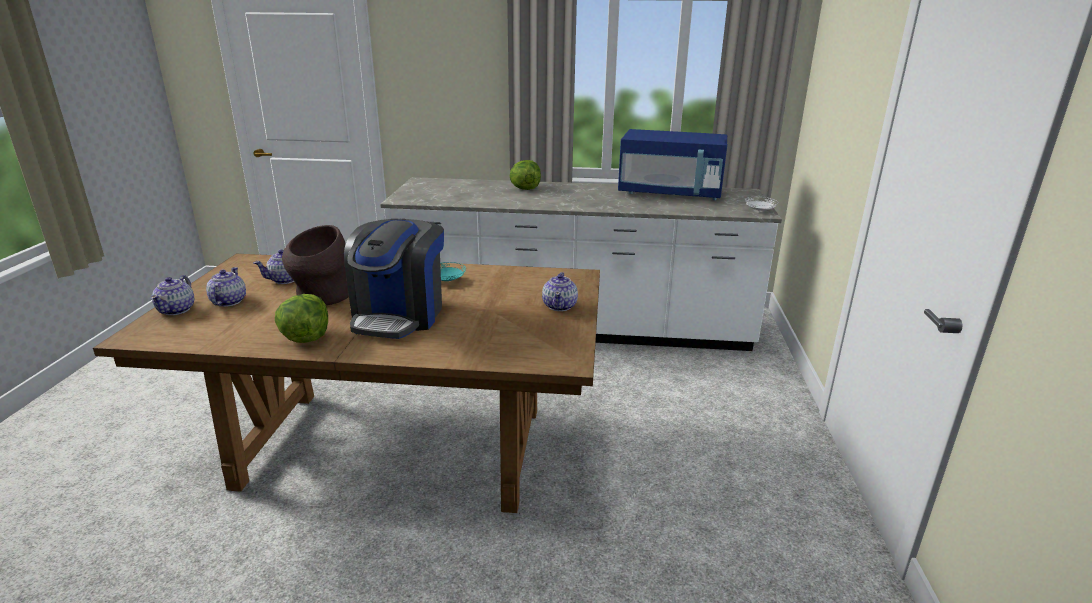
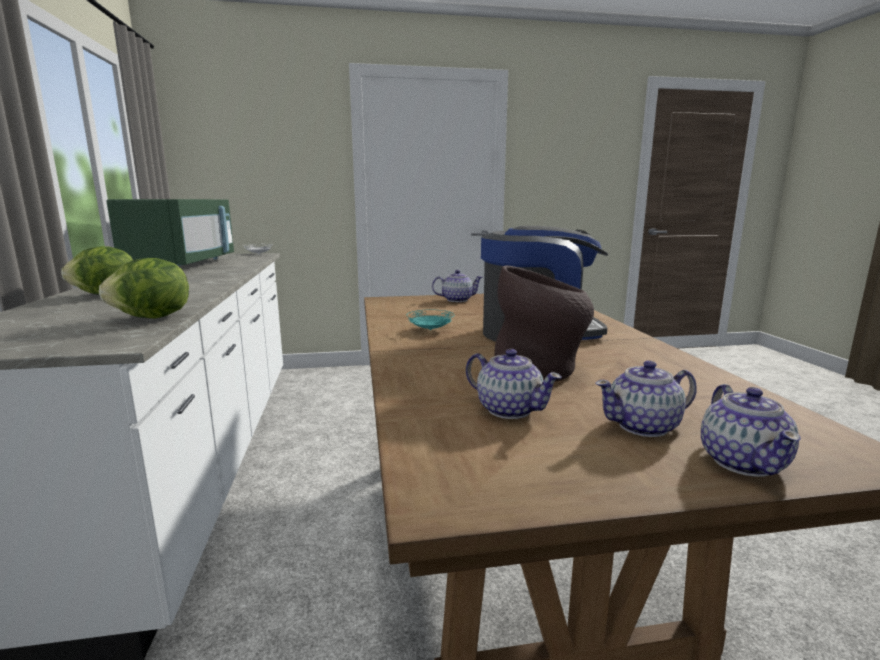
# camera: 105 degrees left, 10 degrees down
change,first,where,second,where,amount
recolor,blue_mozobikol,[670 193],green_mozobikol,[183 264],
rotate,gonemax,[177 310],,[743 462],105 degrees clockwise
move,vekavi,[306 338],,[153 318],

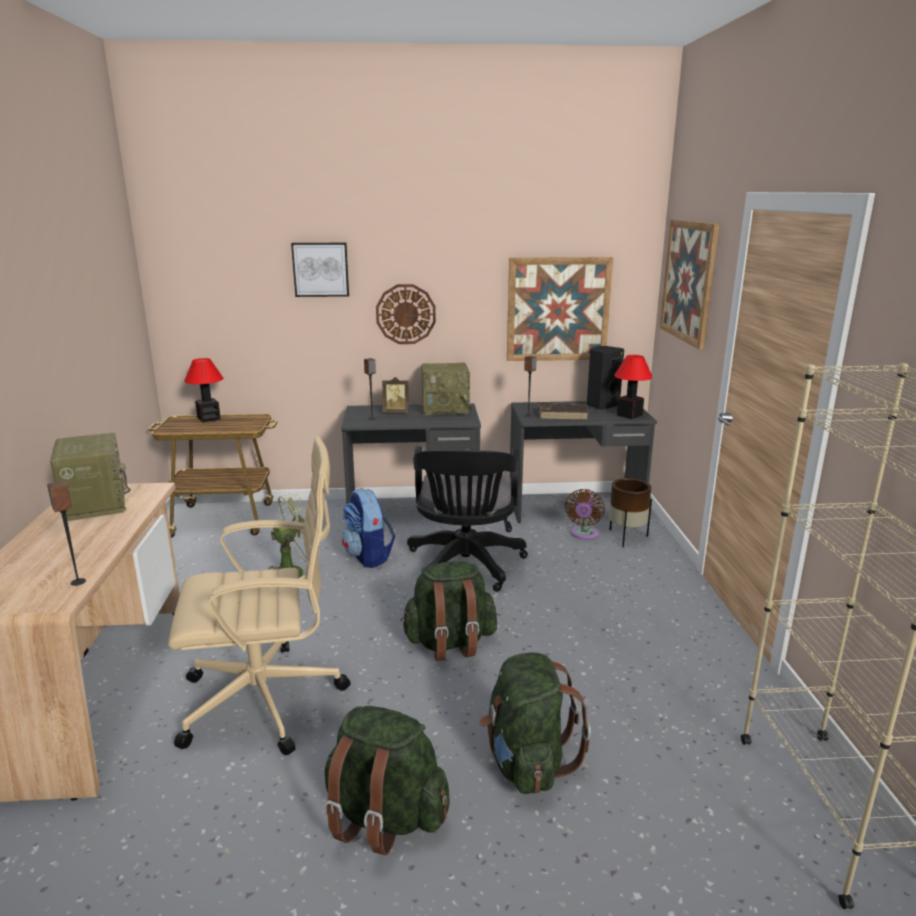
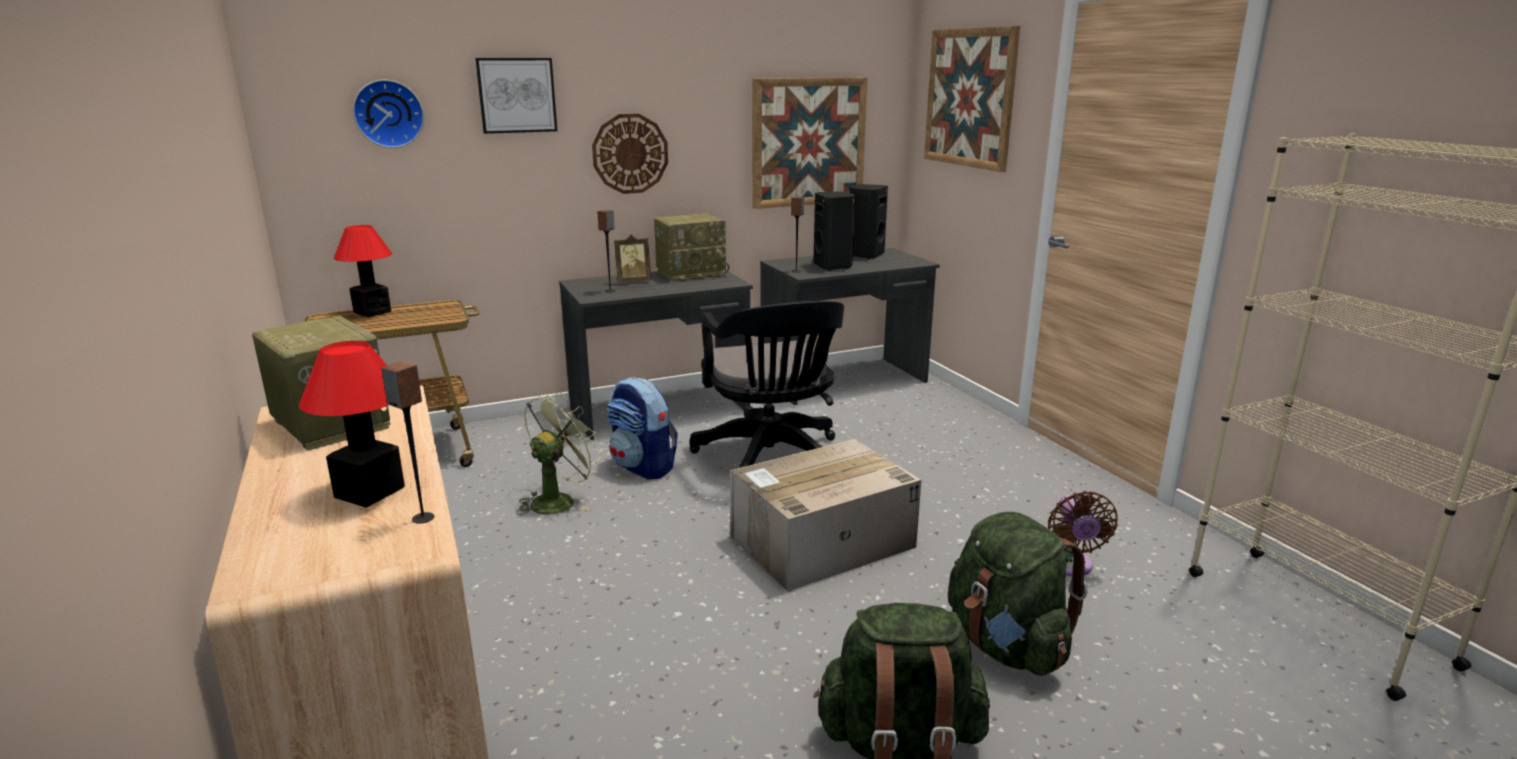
# camera: 20 degrees left, 0 degrees up
change,first,where,second,where,amount
move,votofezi,[630 415],,[371 492],
replace,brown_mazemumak,[563 414],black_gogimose,[833 266],
delete,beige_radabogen,[267 699],,,
delete,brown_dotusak,[626 537],,,
move,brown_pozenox,[583 534],,[1068 566],
replace,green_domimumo,[450 643],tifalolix,[820 543],
insert,,,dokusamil,[388 113],

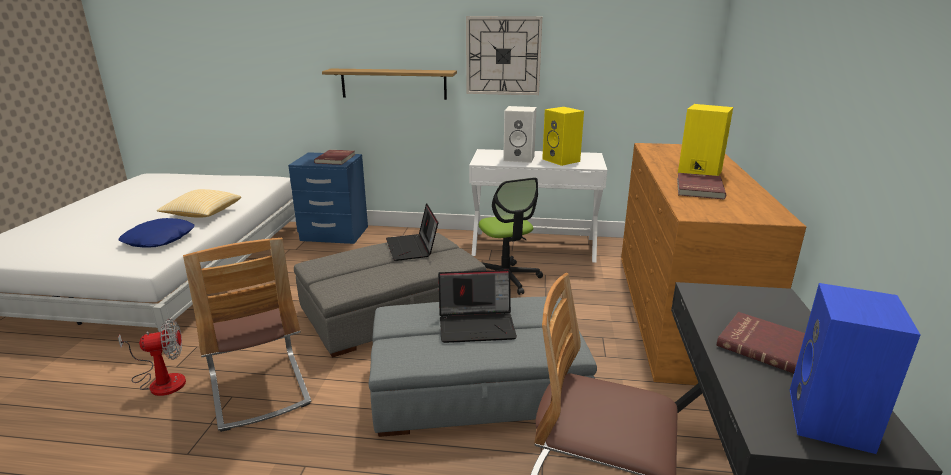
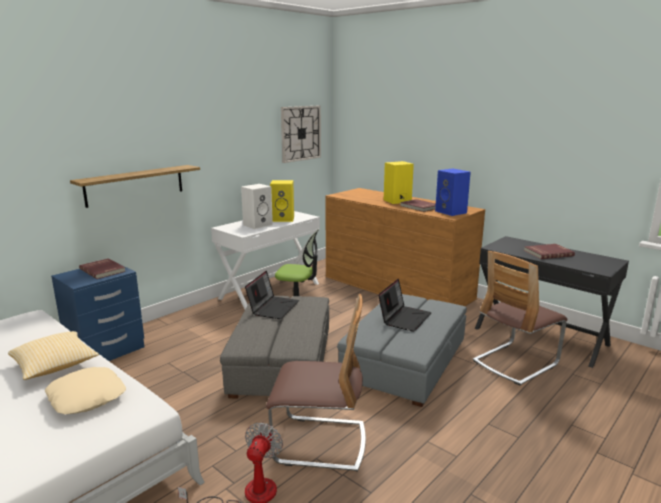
# camera: 55 degrees left, 5 degrees down
change,first,where,second,where,amount
move,dokusamil,[503 56],,[301 133],
rotate,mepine,[412 248],,[273 307],90 degrees counterclockwise
recolor,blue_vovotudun,[160 239],beige_vovotudun,[87 397],
move,blue_gogimose,[832 421],,[451 212],

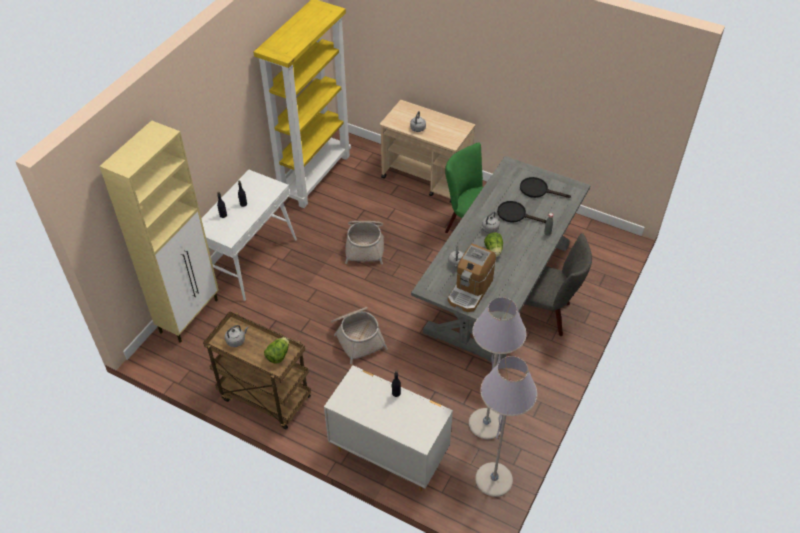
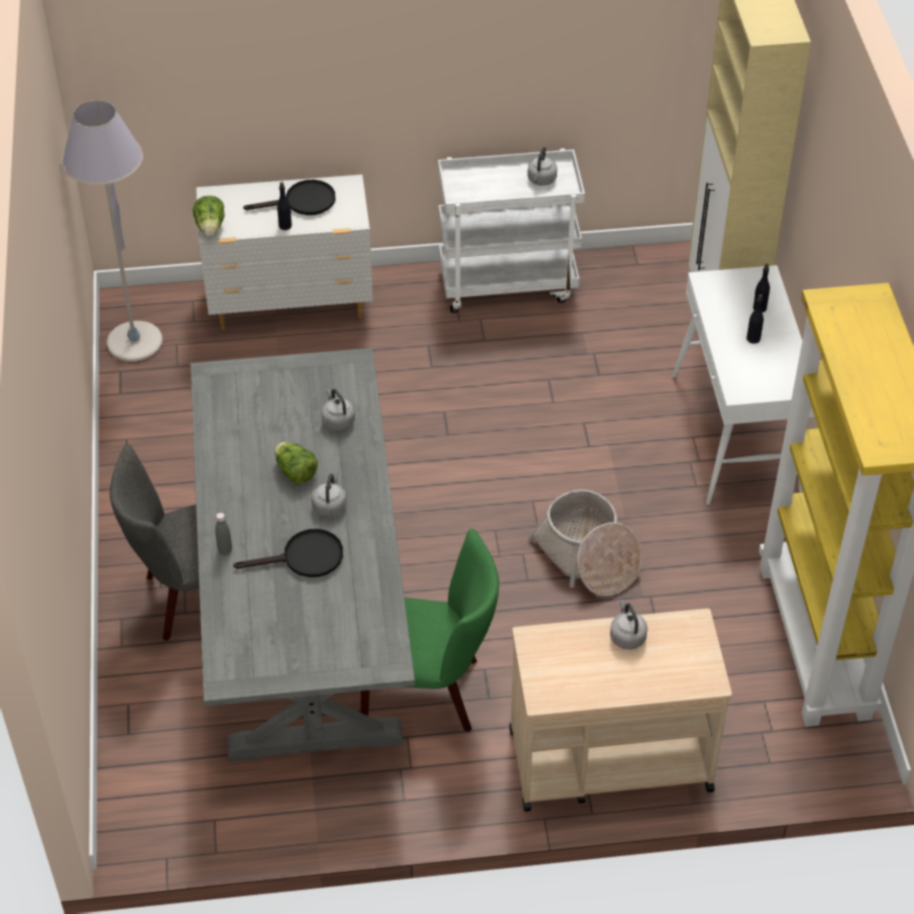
# camera: 145 degrees right, 0 degrees up
change,first,where,second,where,amount
move,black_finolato,[537 190],,[303 202],
delete,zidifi,[470 290],,,
delete,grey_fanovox,[486 424],,,
delete,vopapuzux,[357 337],,,
recolor,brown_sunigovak,[264 398],white_sunigovak,[508 283],
move,vekavi,[278 355],,[210 227],

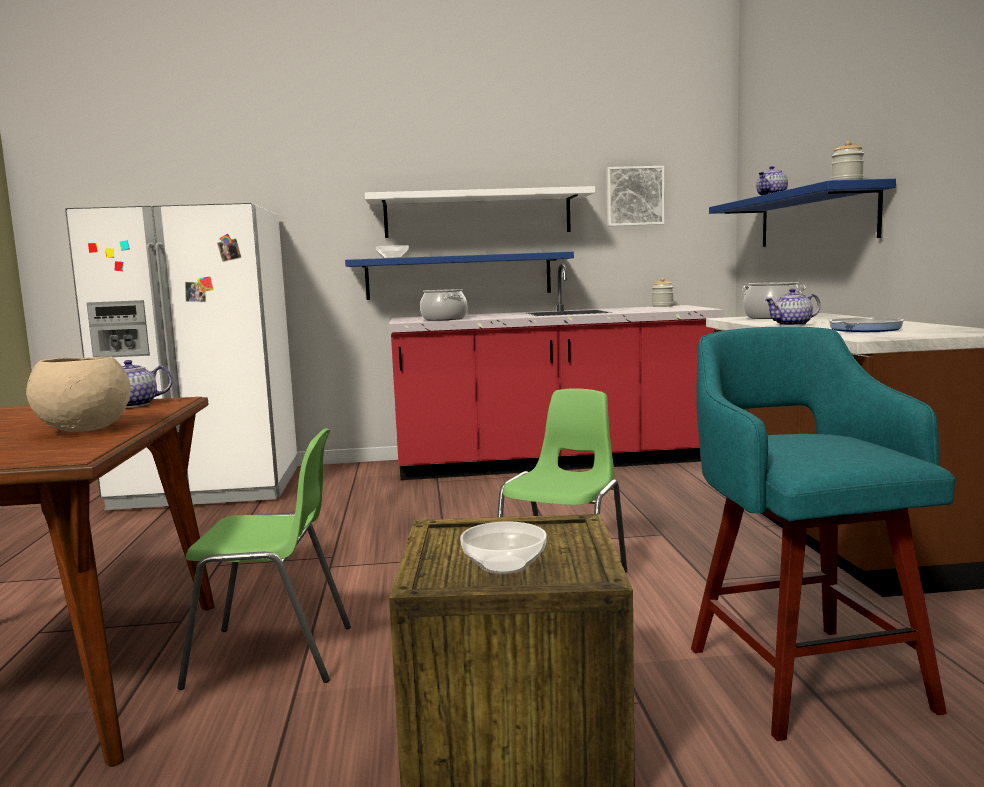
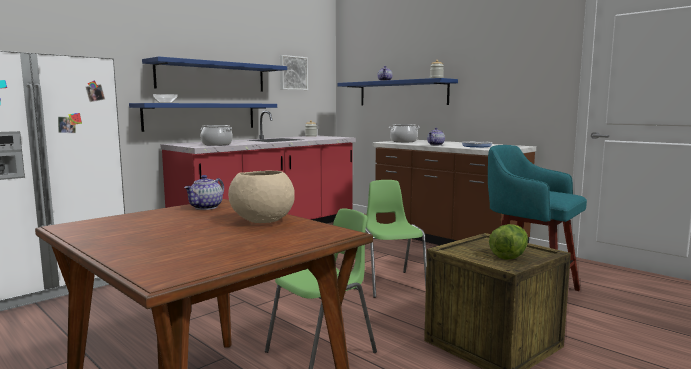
# camera: 40 degrees left, 0 degrees up
change,first,where,second,where,amount
recolor,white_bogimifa,[478 214],blue_bogimifa,[212 77],
replace,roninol,[503 565],vekavi,[509 256],

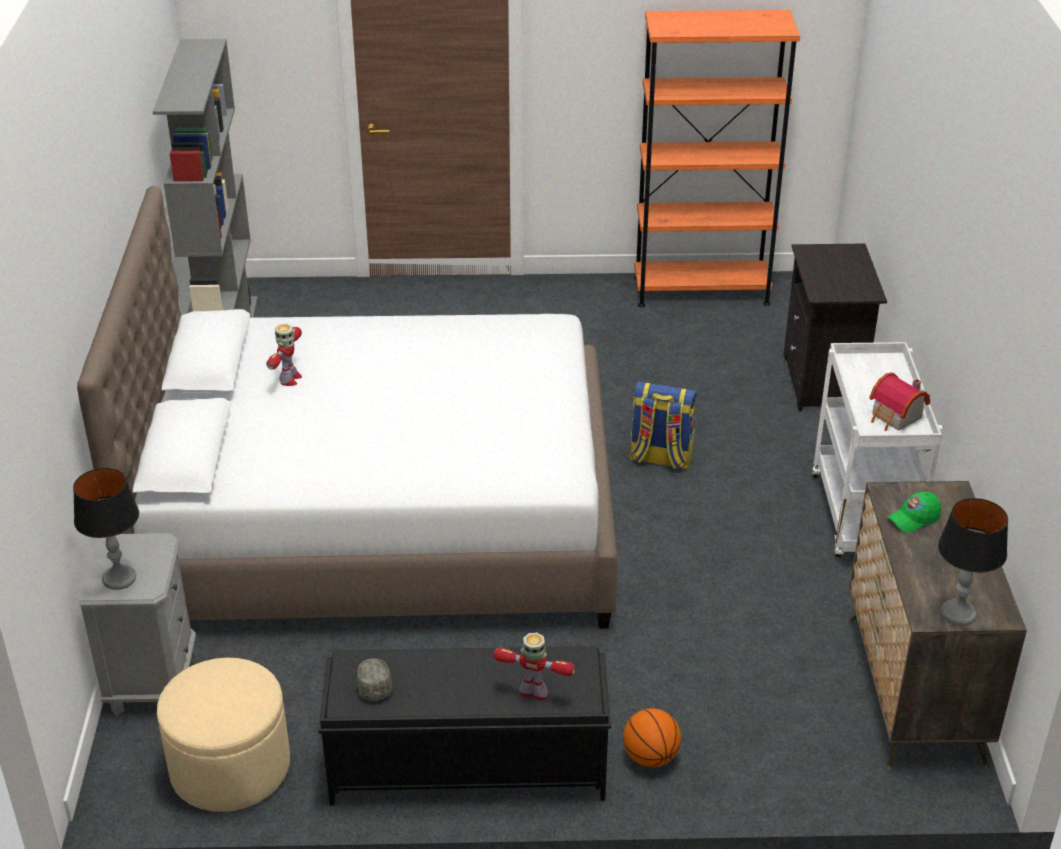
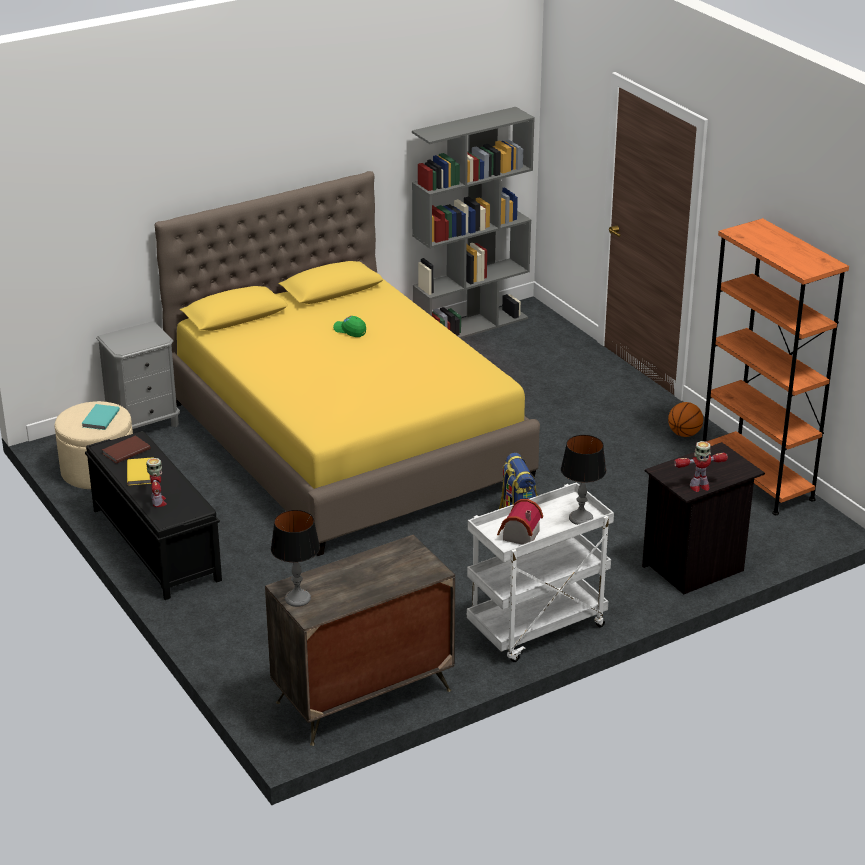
# camera: 60 degrees right, 5 degrees down
change,first,where,second,where,amount
recolor,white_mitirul,[379 517],yellow_mitirul,[347 441],
move,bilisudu,[289 379],,[699 487],
move,votofezi,[119 578],,[580 518],
move,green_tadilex,[913 519],,[350 331],
replace,grey_tadilex,[373 684],brown_mazemumak,[125 451],
move,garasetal,[650 757],,[684 434],
insert,,,turquoise_mazemumak,[99 419],
insert,,,yellow_mazemumak,[142 472],

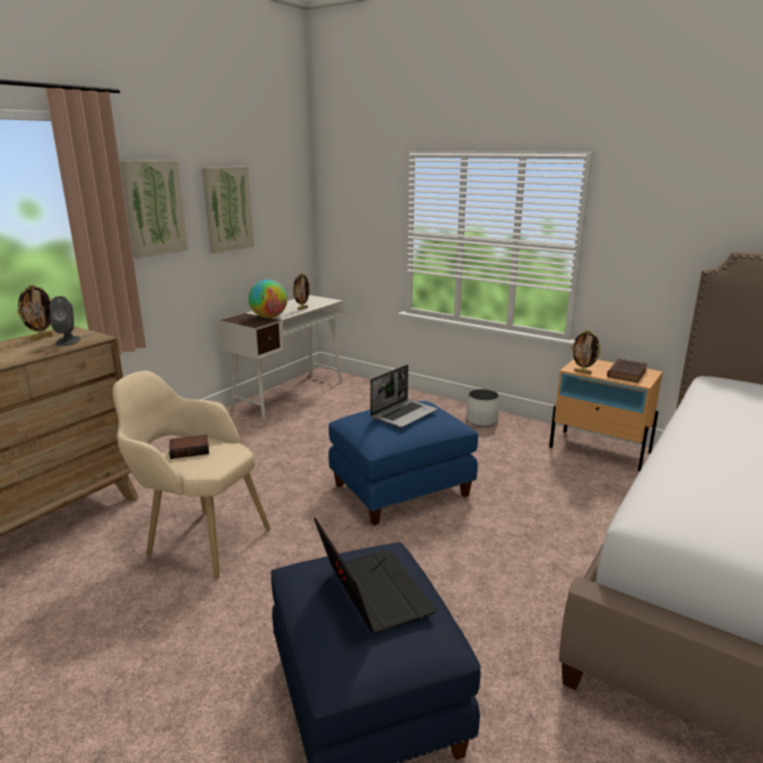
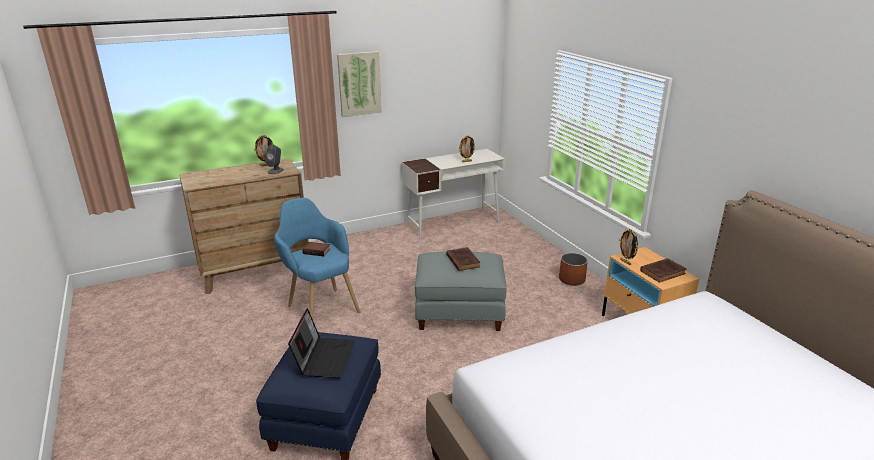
# camera: 30 degrees right, 5 degrees up
change,first,where,second,where,amount
delete,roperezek,[227 209],,,
delete,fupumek,[269 317],,,
replace,mepine,[403 414],brown_mazemumak,[462 260],
recolor,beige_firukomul,[197 538],blue_firukomul,[319 305],
recolor,white_dotusak,[482 421],brown_dotusak,[572 280],
recolor,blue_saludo,[401 489],grey_saludo,[459 312],

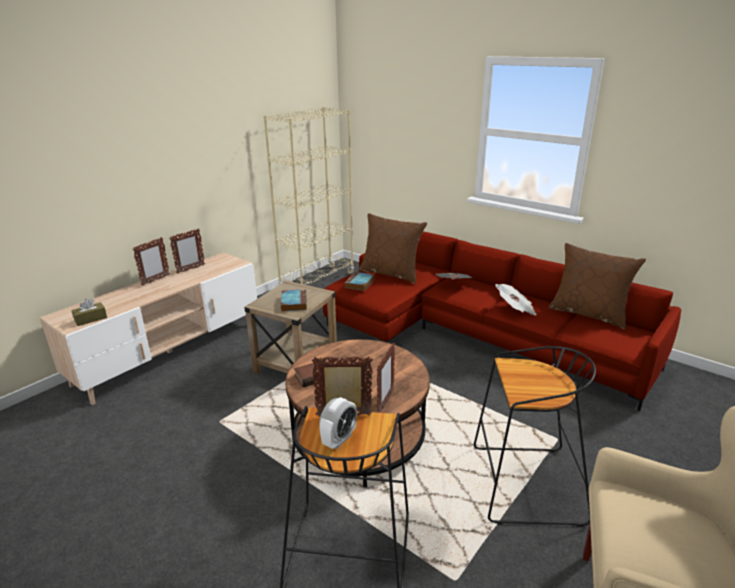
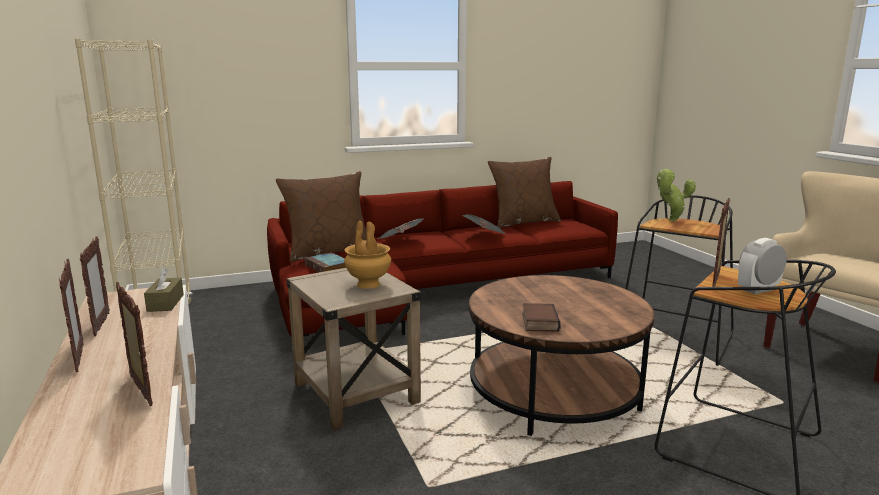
# camera: 60 degrees left, 10 degrees down
change,first,where,second,where,amount
replace,mazemumak,[293 302],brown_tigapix,[367 284],
move,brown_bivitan,[90 319],,[165 303],
move,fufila,[385 403],,[140 391],
rotate,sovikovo,[339 439],,[758 290],90 degrees counterclockwise
insert,,,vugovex,[671 220],

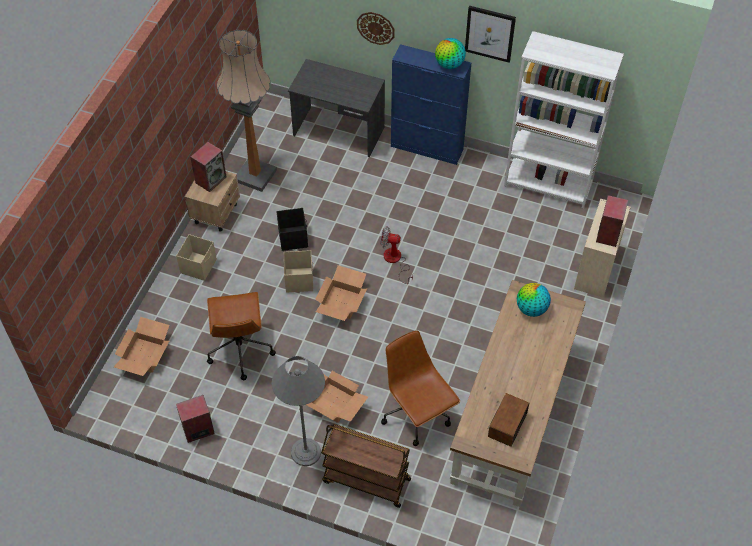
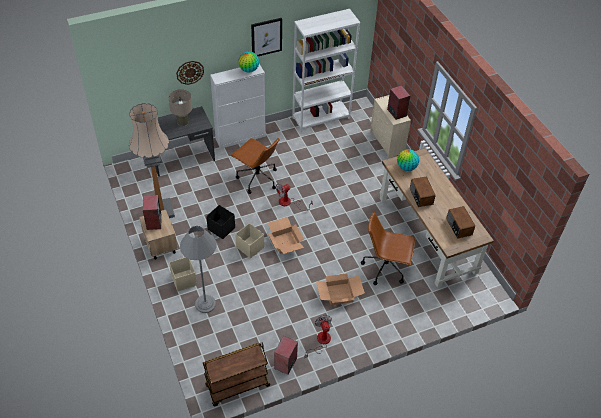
# camera: 45 degrees left, 5 degrees down
change,first,where,second,where,amount
recolor,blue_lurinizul,[427 148],white_lurinizul,[240 137],
move,brown_radabogen,[240 349],,[257 178],
delete,tifalolix,[144 354],,,
move,grey_fanovox,[306 452],,[205 304],
move,brown_sunigovak,[365 481],,[237 386],
insert,,,beige_votofezi,[183 122],
insert,,,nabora,[420 196],
insert,,,pozenox,[320 342],

